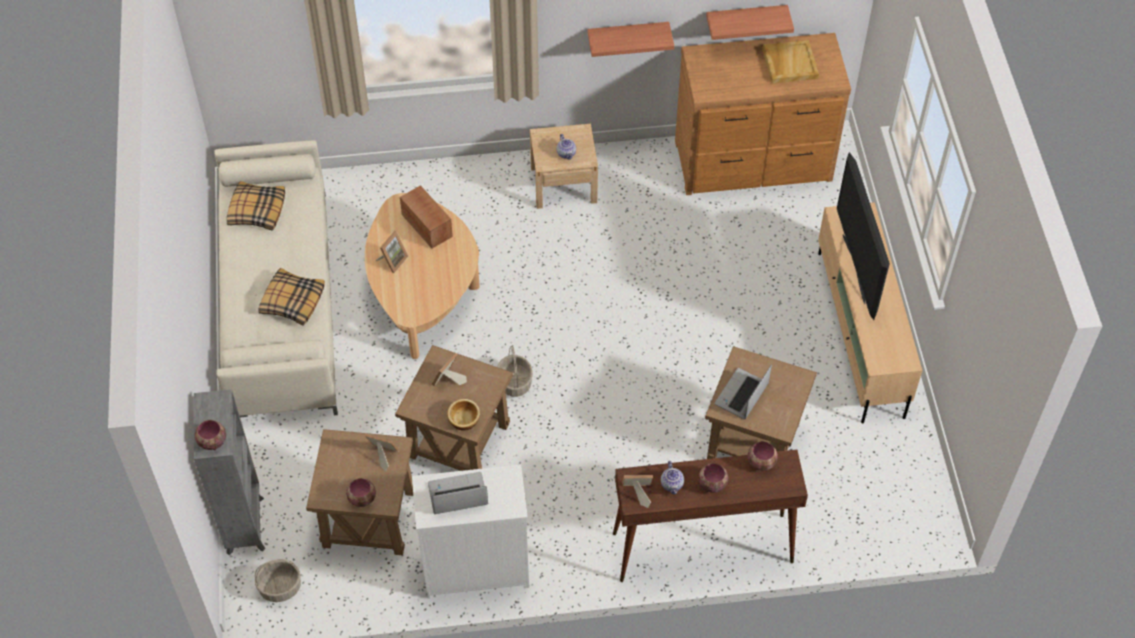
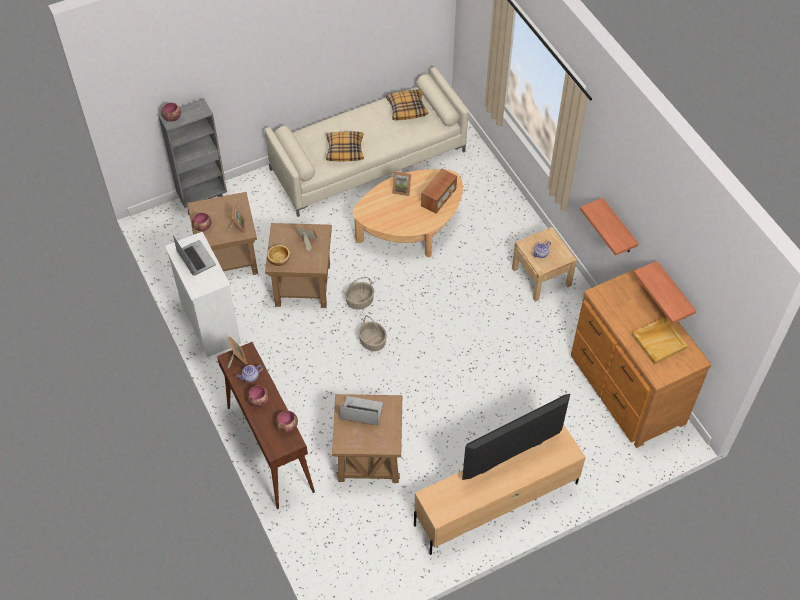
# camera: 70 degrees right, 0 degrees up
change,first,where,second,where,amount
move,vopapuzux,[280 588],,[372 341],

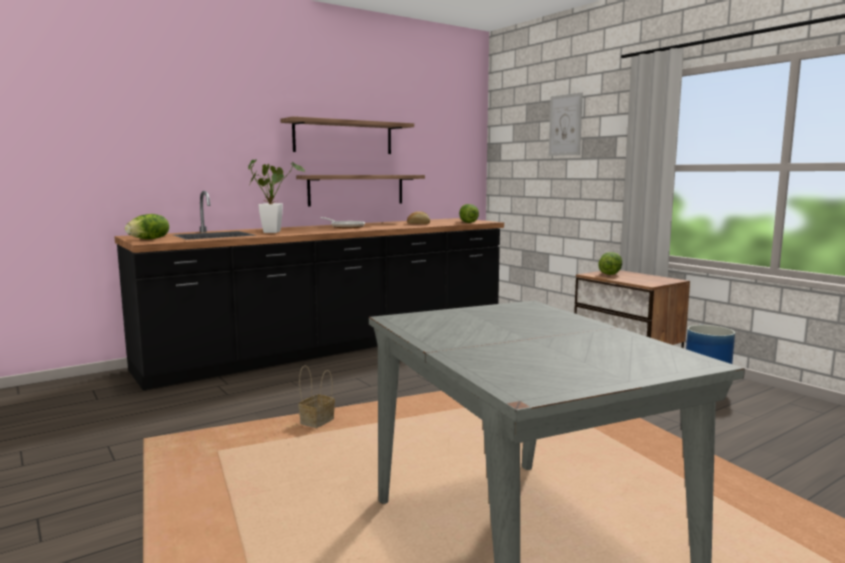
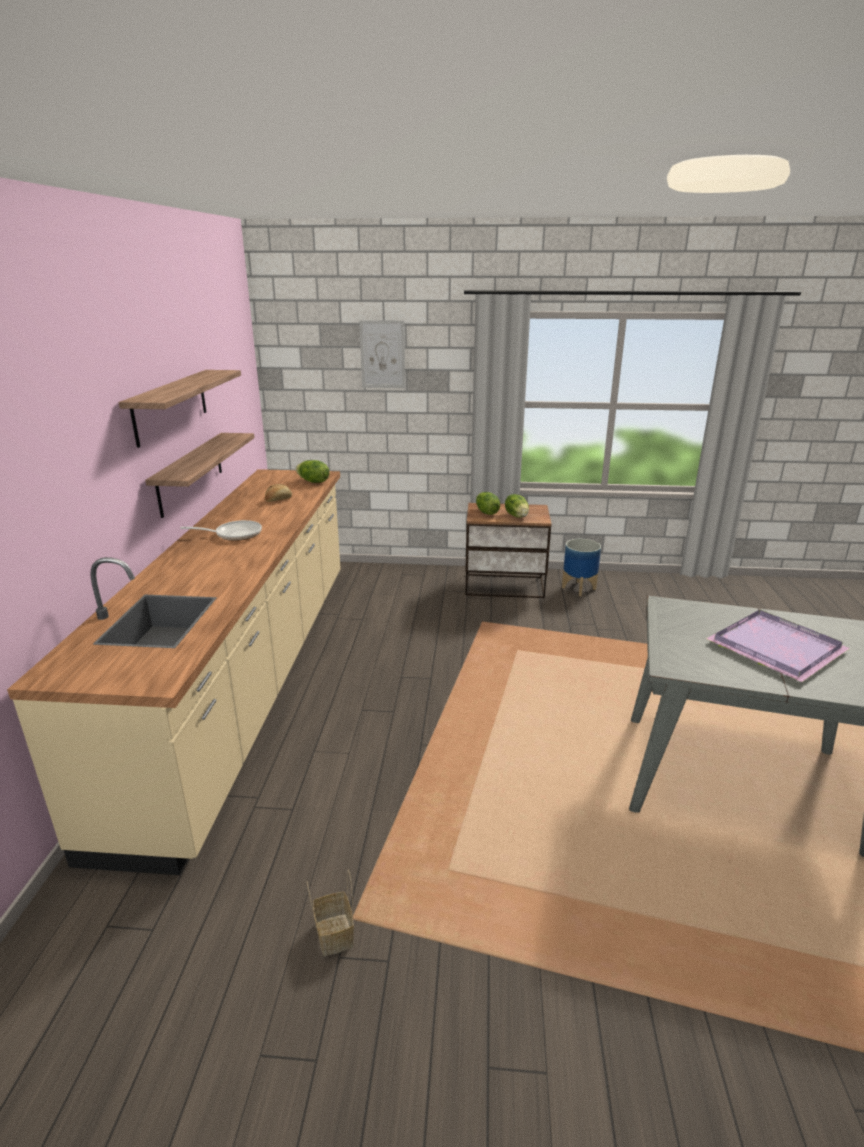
# camera: 50 degrees left, 15 degrees up
change,first,where,second,where,amount
delete,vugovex,[273 231],,,
recolor,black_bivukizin,[336 346],beige_bivukizin,[249 680],
move,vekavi,[149 239],,[517 516],
move,vopapuzux,[317 421],,[333 933],
insert,,,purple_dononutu,[773 647],

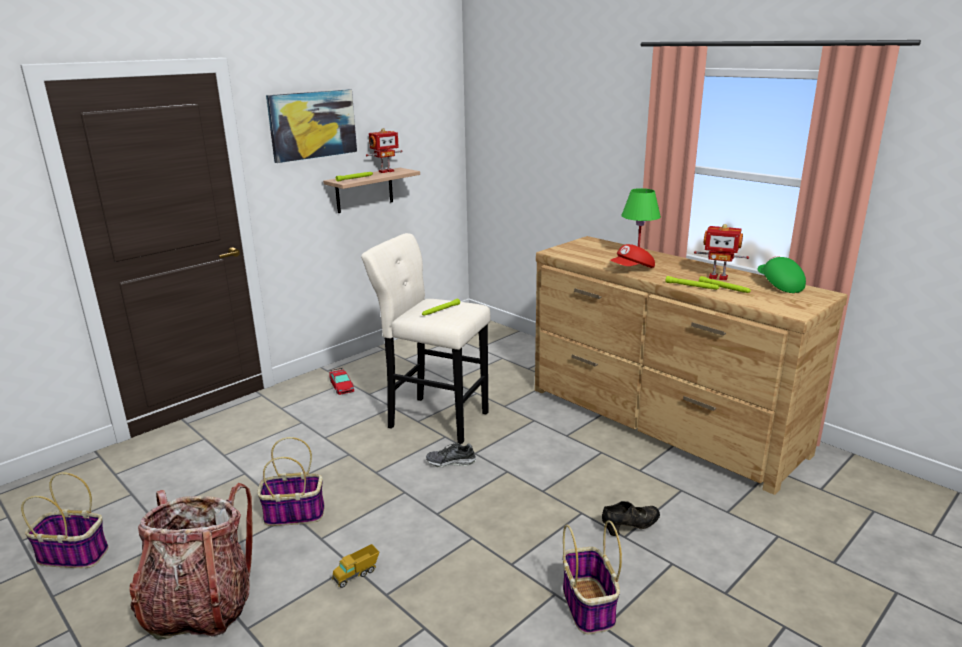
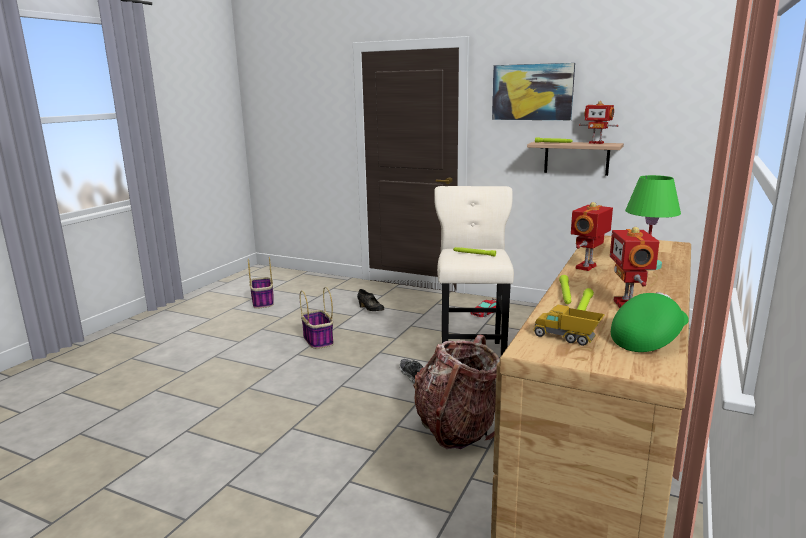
# camera: 70 degrees right, 5 degrees down
change,first,where,second,where,amount
replace,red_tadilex,[632 270],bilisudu,[587 267],
move,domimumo,[200 607],,[459 428],
move,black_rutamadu,[630 527],,[370 310],
delete,vopapuzux,[589 606],,,
move,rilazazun,[356 574],,[567 338],

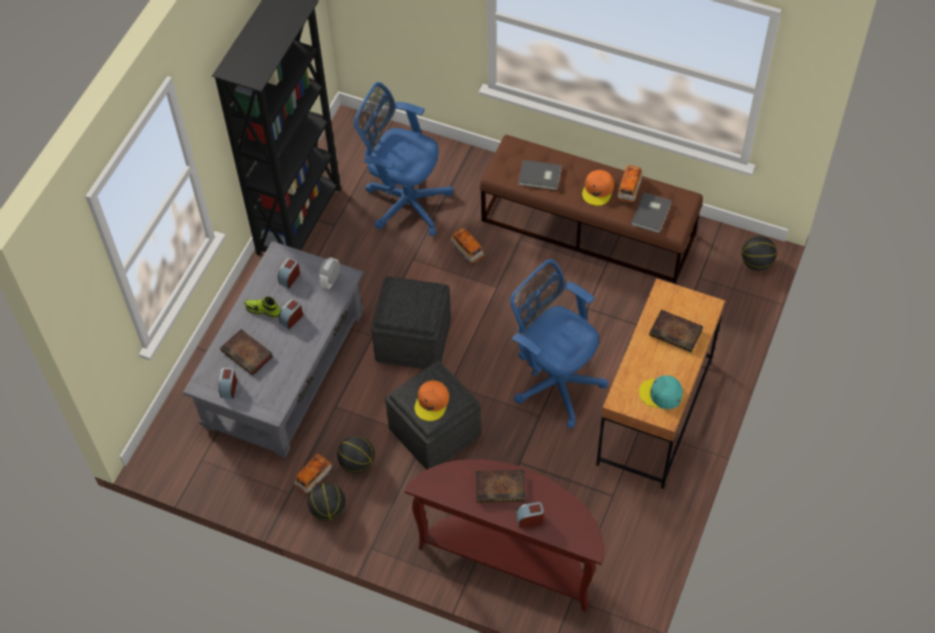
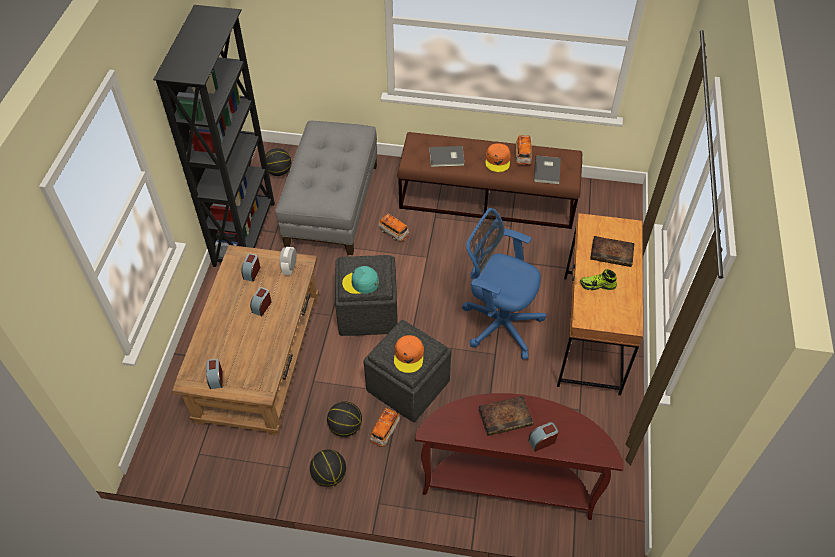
# camera: 15 degrees left, 5 degrees down
change,first,where,second,where,amount
replace,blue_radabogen,[405 201],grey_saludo,[331 204],
move,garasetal,[756 263],,[279 172],
recolor,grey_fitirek,[284 370],brown_fitirek,[259 358],
move,rutamadu,[263 310],,[597 285],
delete,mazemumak,[248 354],,,
move,turquoise_tadilex,[661 394],,[361 283],
move,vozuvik,[314 477],,[385 431],

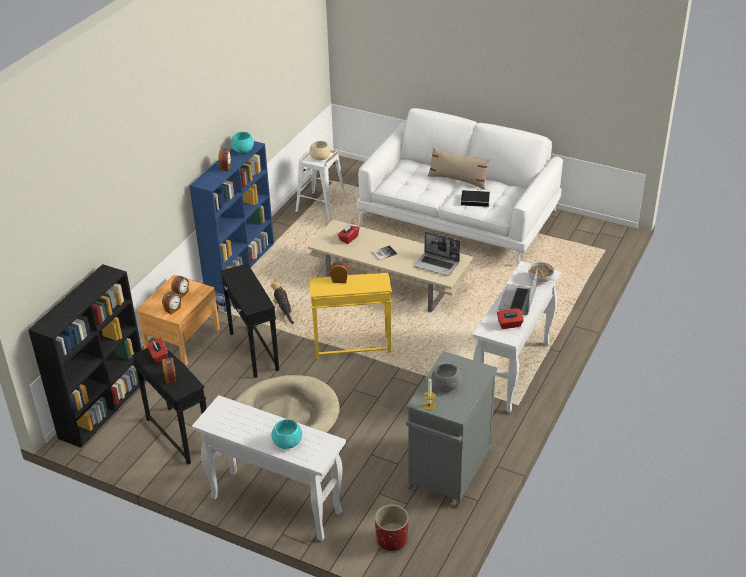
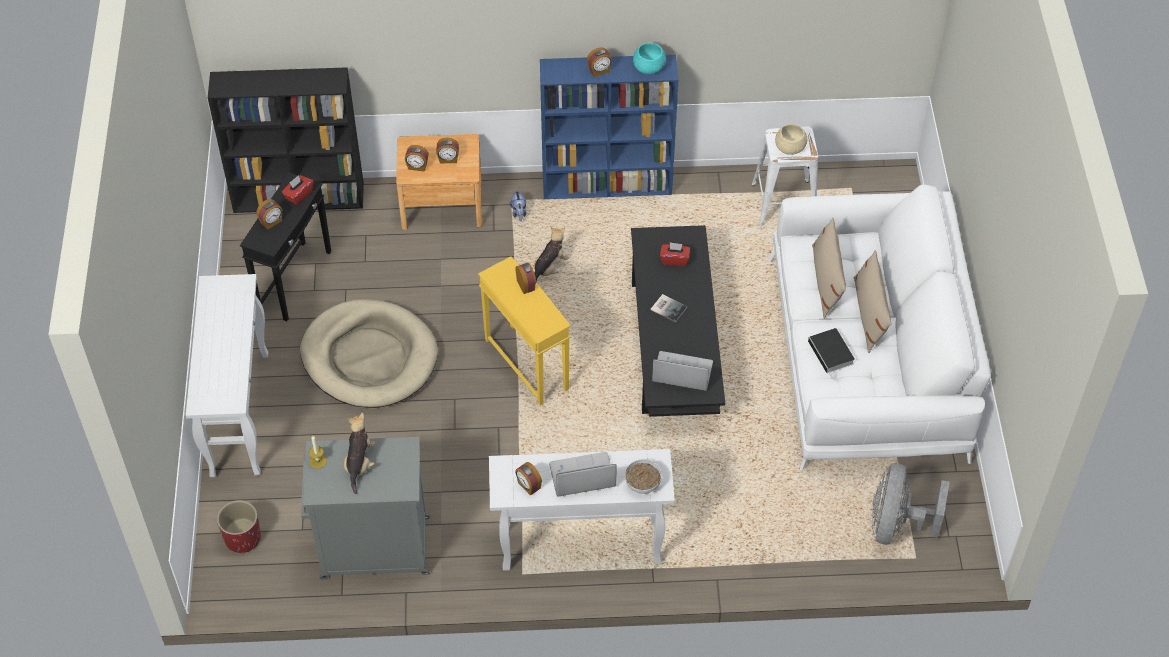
# camera: 60 degrees right, 15 degrees up
change,first,where,second,where,amount
recolor,beige_fitirek,[390 282],black_fitirek,[674 346],
rotate,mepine,[437 265],,[681 373],105 degrees clockwise
delete,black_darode,[253 351],,,
replace,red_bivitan,[509 324],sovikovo,[528 486],
replace,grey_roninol,[446 385],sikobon,[360 463],
delete,turquoise_roninol,[287 442],,,
insert,,,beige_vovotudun,[826 281],
insert,,,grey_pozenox,[896 524],

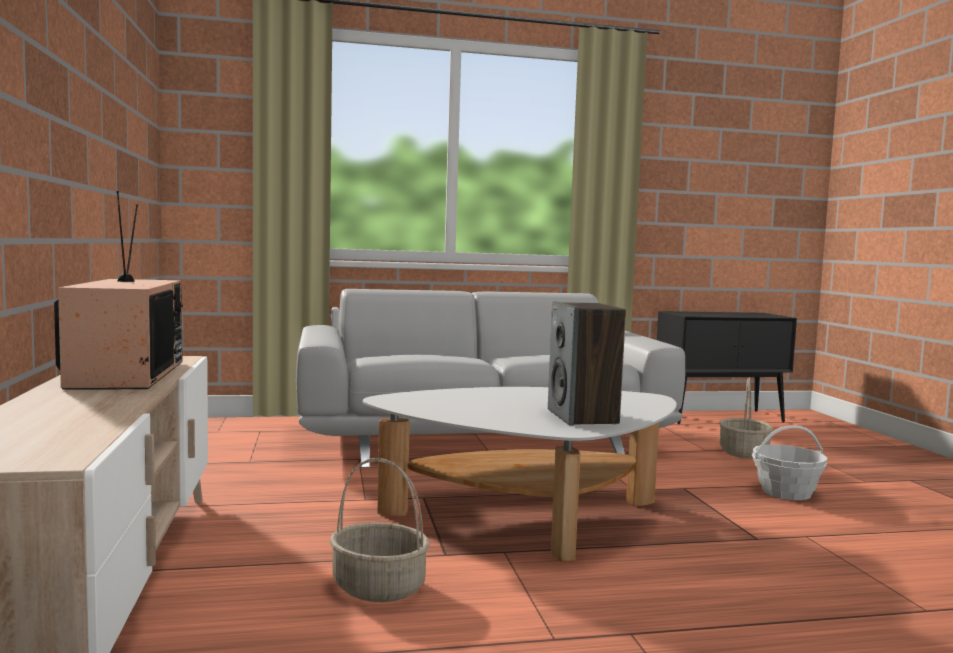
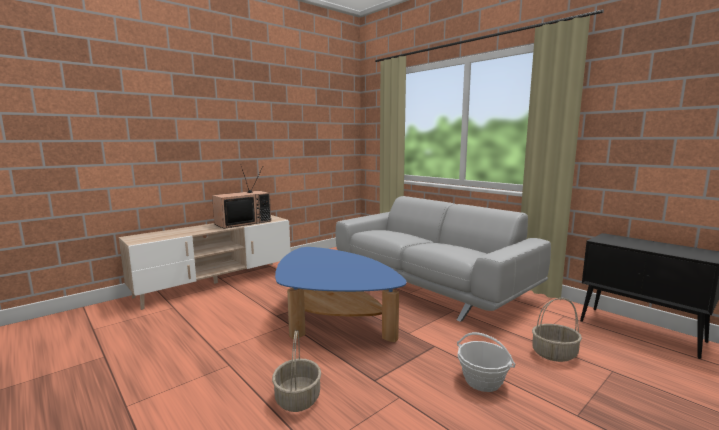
# camera: 60 degrees right, 5 degrees up
change,first,where,second,where,amount
delete,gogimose,[583 417],,,
recolor,white_fitirek,[529 518],blue_fitirek,[333 320],
move,vopapuzux,[377 587],,[297 398],

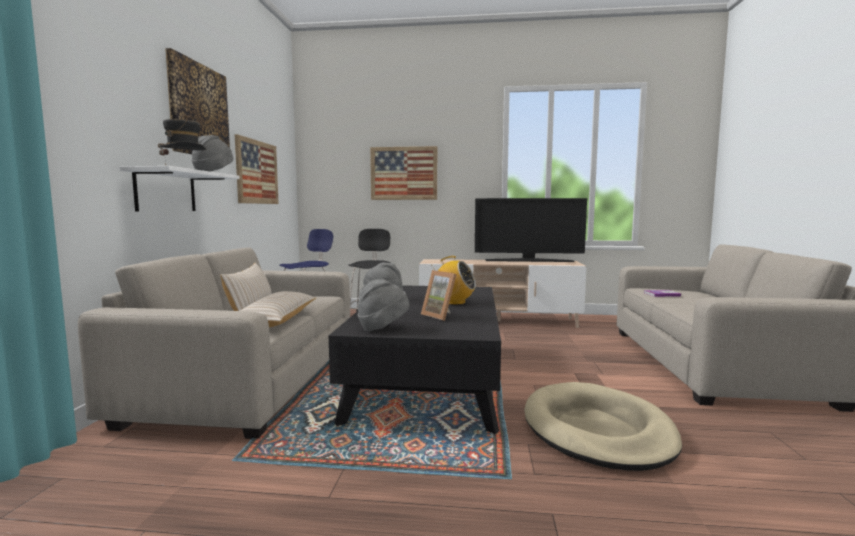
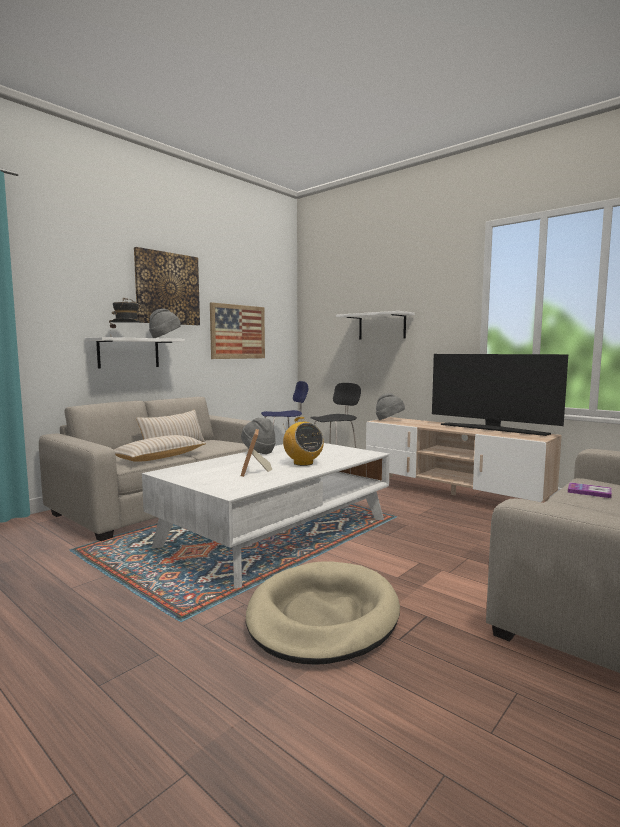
# camera: 35 degrees right, 0 degrees up
change,first,where,second,where,amount
replace,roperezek,[404 173],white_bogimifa,[382 326],
move,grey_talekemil,[383 328],,[389 420],
recolor,black_fitirek,[429 378],white_fitirek,[277 532],

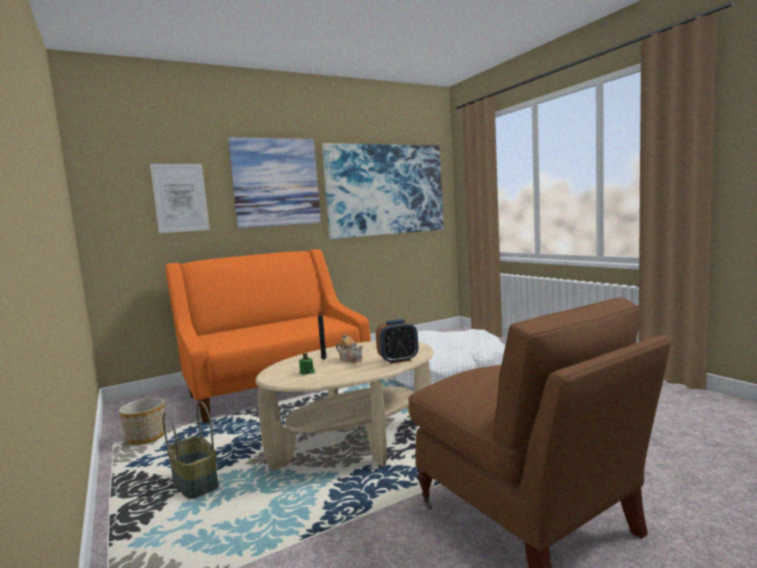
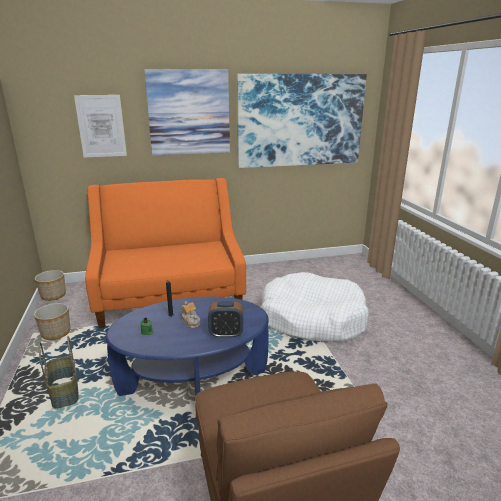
# camera: 15 degrees right, 15 degrees up
change,first,where,second,where,amount
recolor,beige_fitirek,[356 444],blue_fitirek,[193 383],
insert,,,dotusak,[53 295],

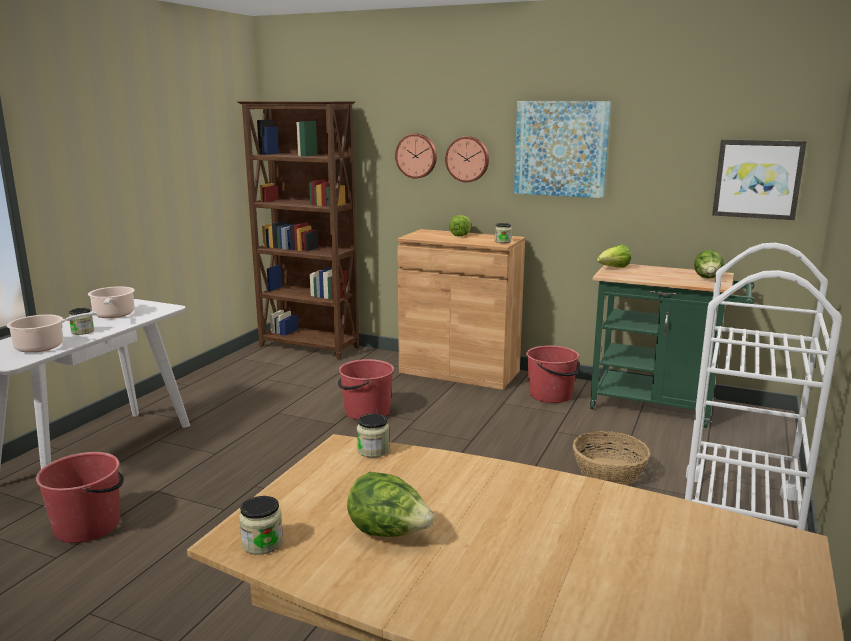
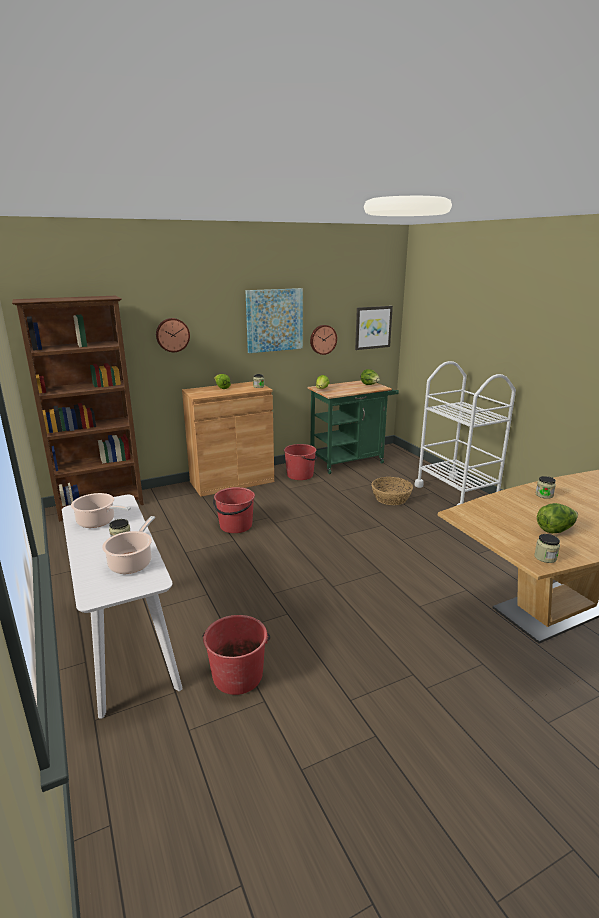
# camera: 50 degrees left, 5 degrees up
change,first,where,second,where,amount
move,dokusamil,[467 159],,[322 339],
move,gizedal,[373 450],,[544 495],

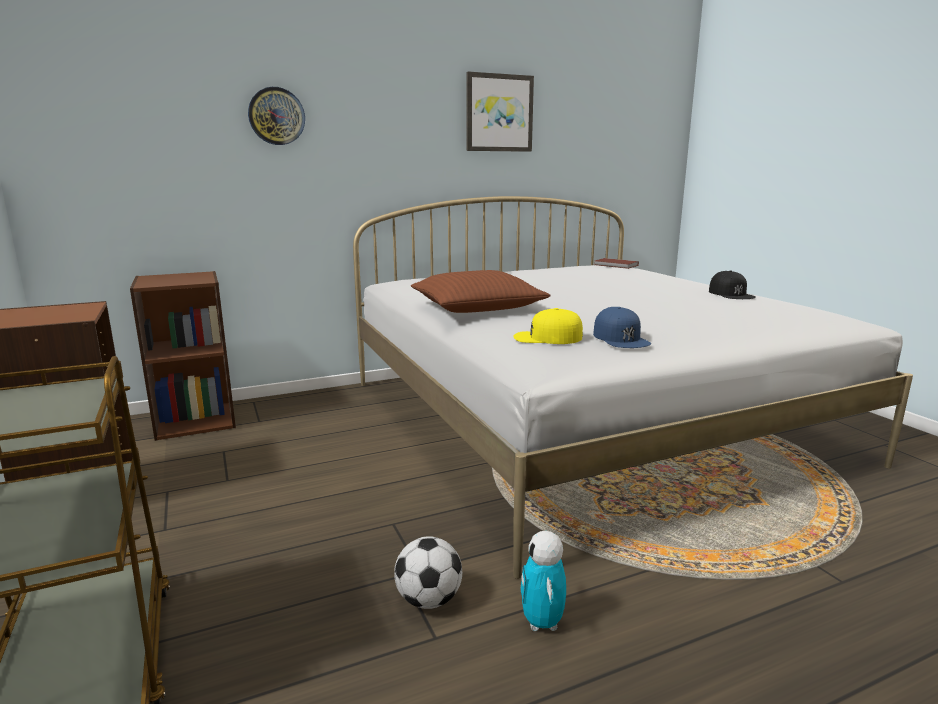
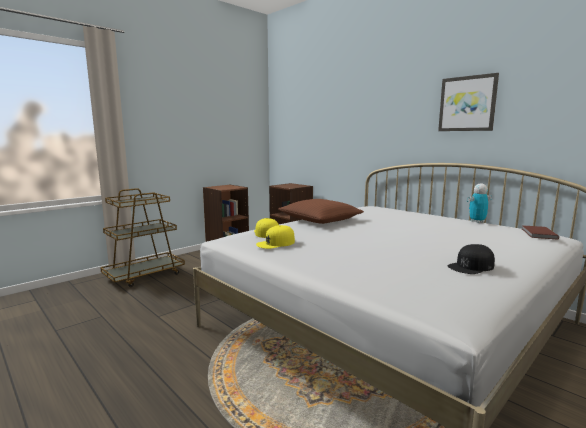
# camera: 70 degrees right, 5 degrees down
change,first,where,second,where,amount
delete,dokusamil,[276 116],,,
recolor,blue_tadilex,[620 338],yellow_tadilex,[276 243],
move,bilisudu,[542 623],,[477 221],
delete,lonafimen,[428 600],,,

